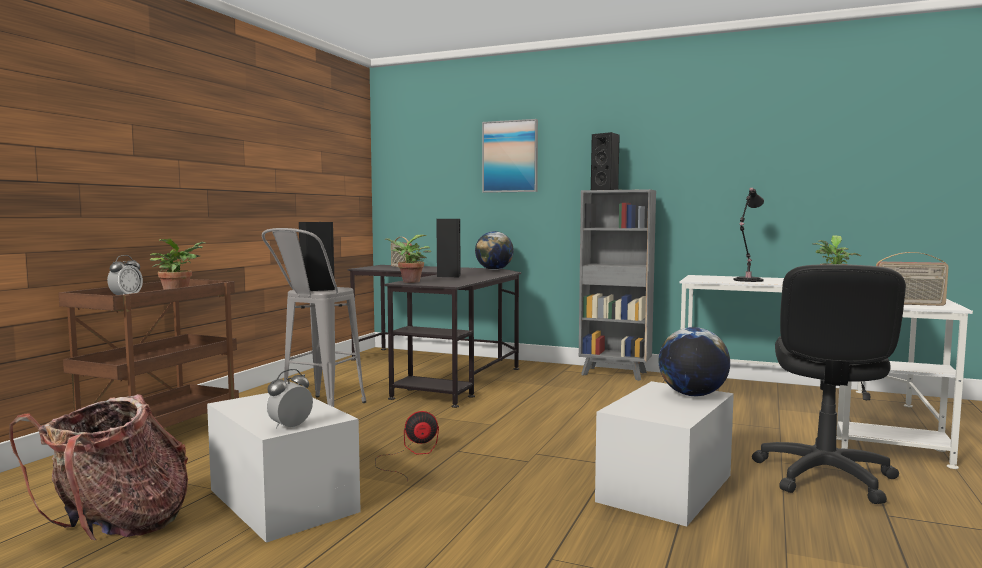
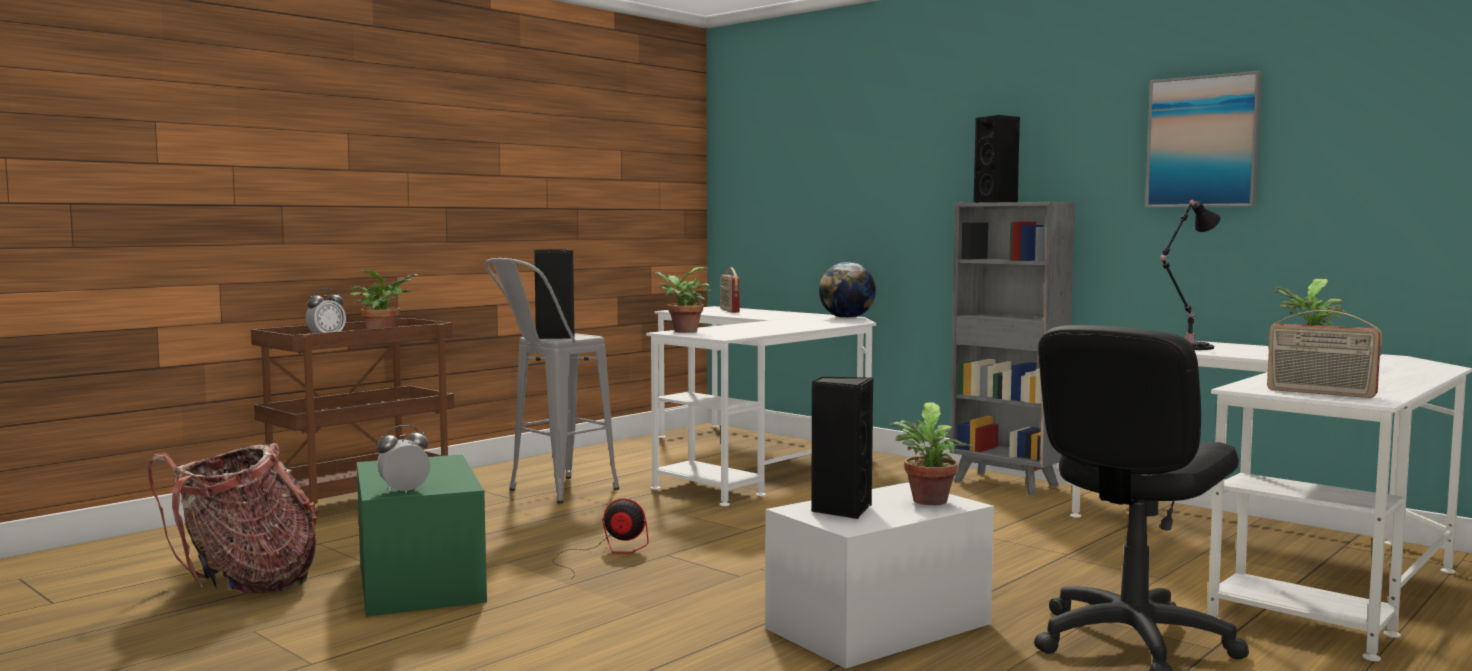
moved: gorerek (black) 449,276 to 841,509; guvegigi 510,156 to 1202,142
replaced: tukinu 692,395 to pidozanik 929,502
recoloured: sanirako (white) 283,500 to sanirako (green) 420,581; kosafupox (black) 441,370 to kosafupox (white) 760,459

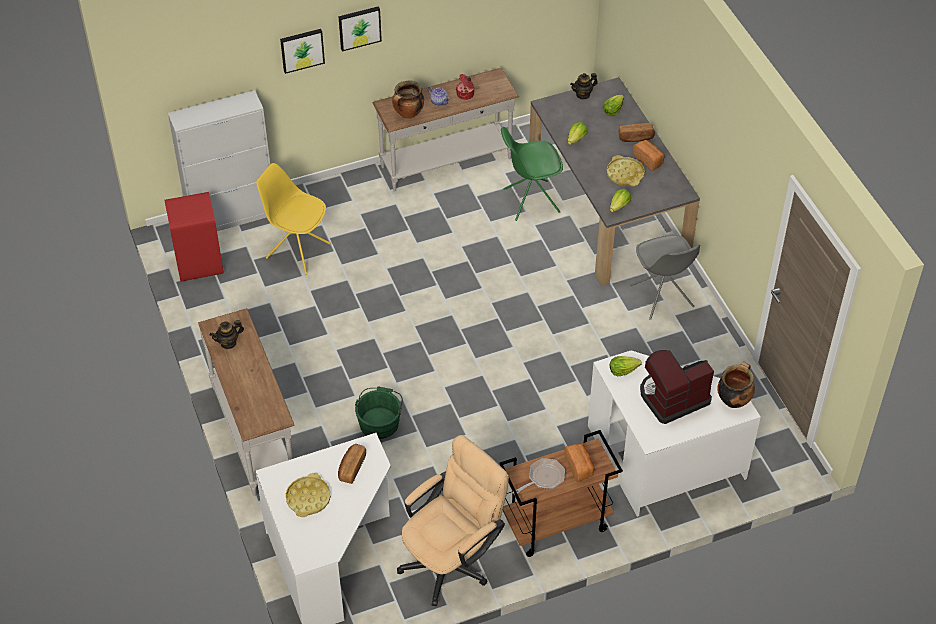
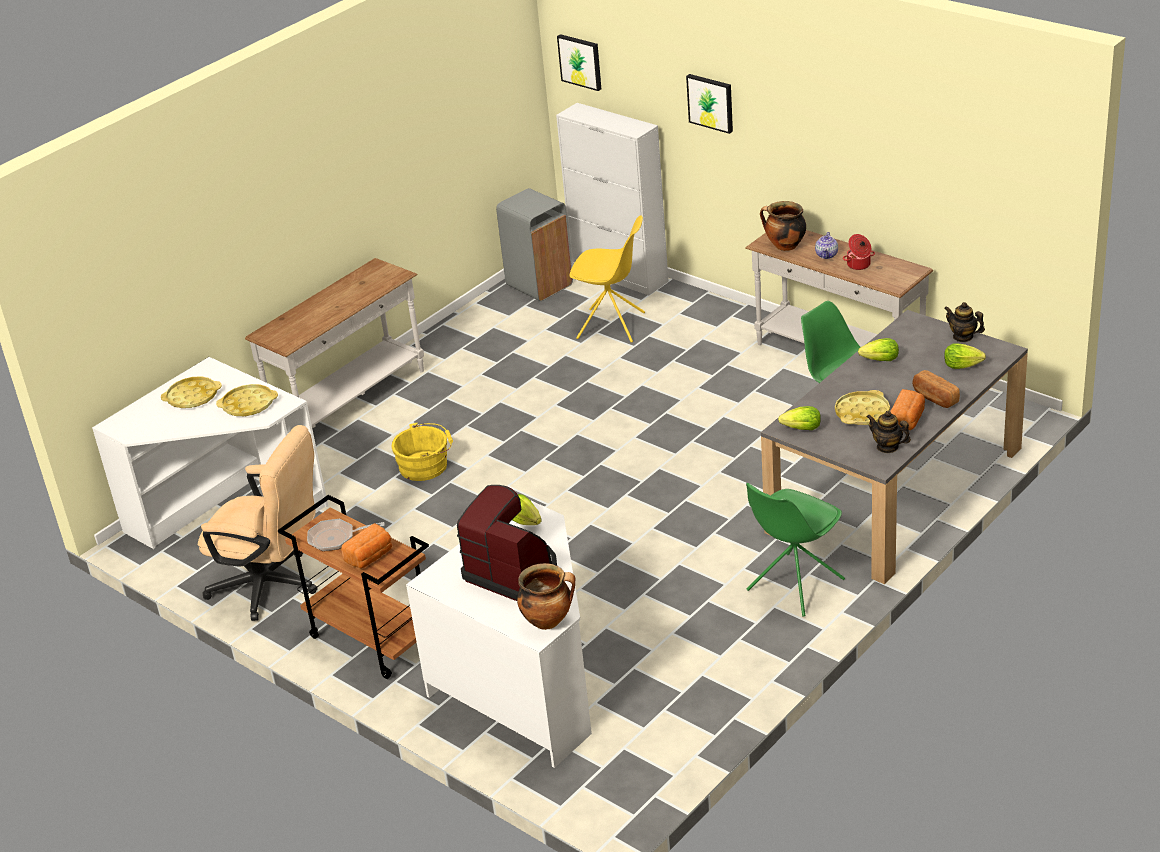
moved: guvegigi 359,27 to 580,61; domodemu 228,343 to 887,447
replaced: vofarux 351,468 to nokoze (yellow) 248,405
recoloured: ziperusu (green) 379,421 to ziperusu (yellow) 426,466; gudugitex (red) 199,264 to gudugitex (grey) 539,284; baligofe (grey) 662,297 to baligofe (green) 794,586
turned: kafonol 543,478 = 336,538 150 degrees clockwise; baligofe (yellow) 297,250 = 612,326 105 degrees clockwise

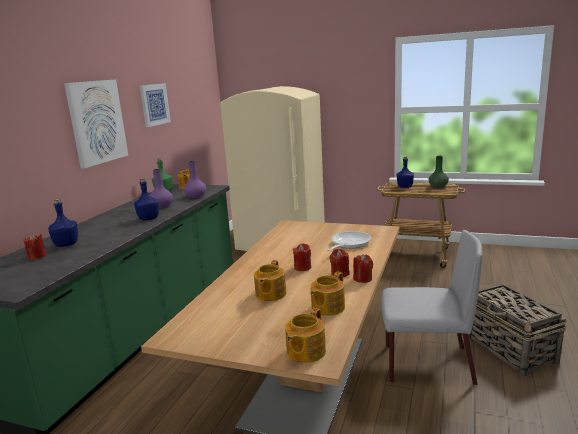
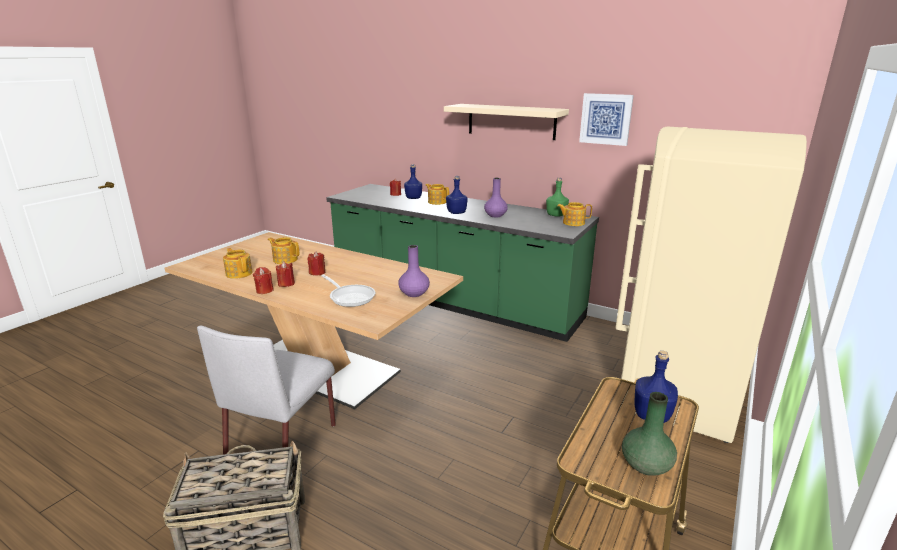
moved: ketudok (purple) 196,196 to 414,293; domodemu 305,352 to 437,202
replaced: guvegigi 97,122 to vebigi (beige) 511,121

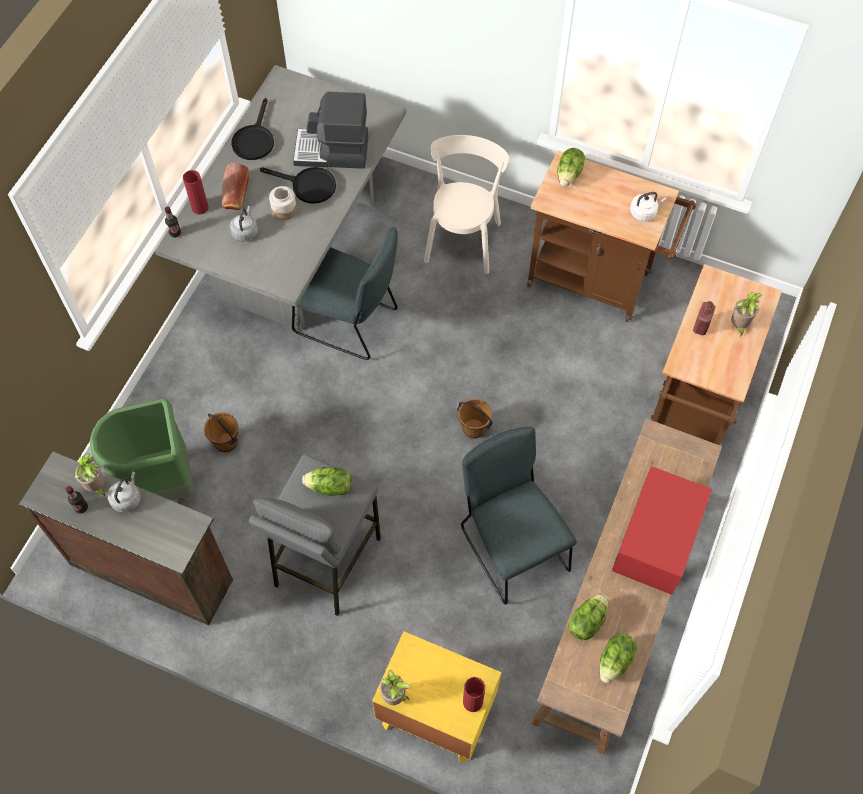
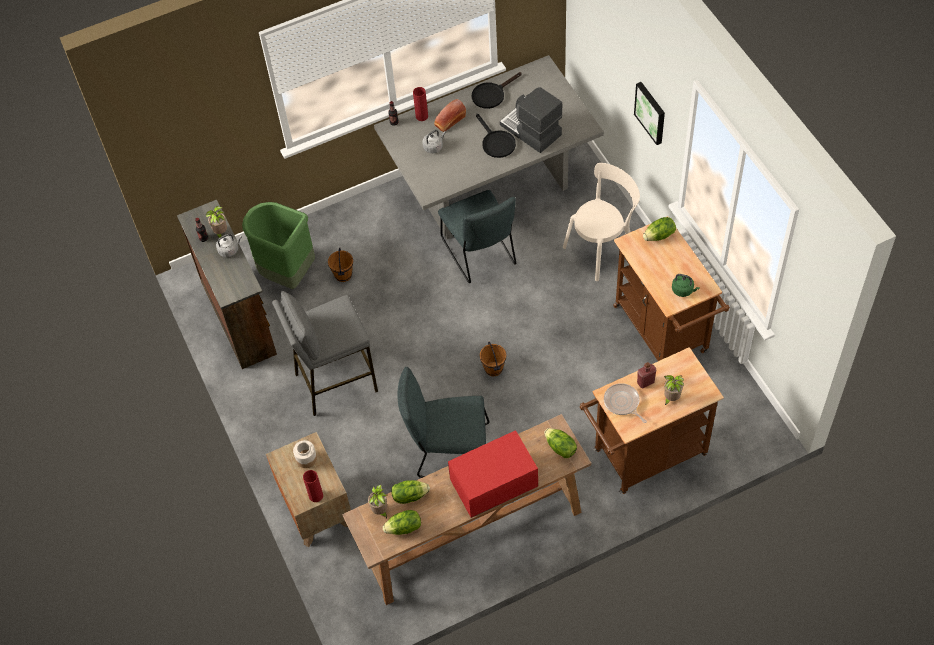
added: kafonol 622,403; guvegigi 651,112
moved: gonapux 284,210 to 306,458; pidozanik 395,697 to 380,511; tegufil 329,487 to 560,448
recoloured: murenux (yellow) 435,713 to murenux (brown) 316,508; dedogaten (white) 644,212 to dedogaten (green) 683,290
turned: baligofe (grey) 511,545 = 449,451 105 degrees counterclockwise

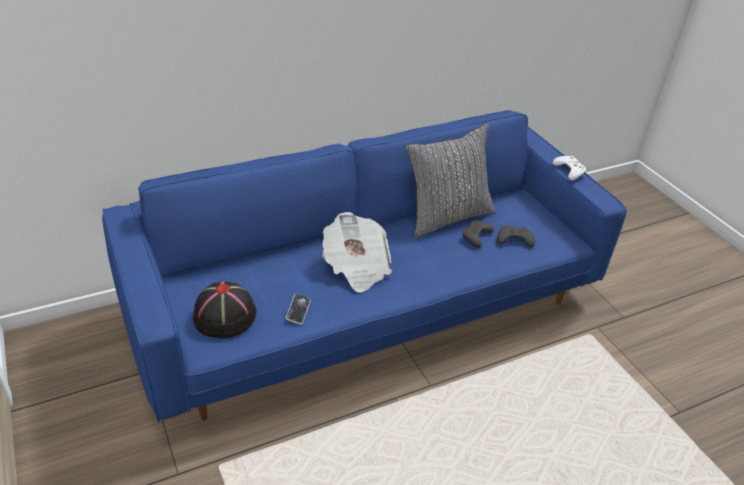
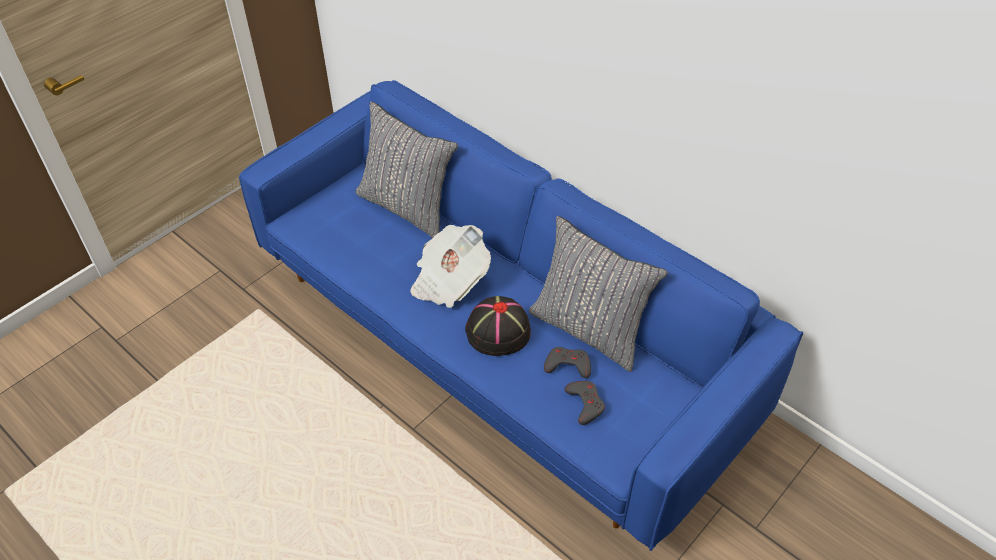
removed: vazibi 298,311; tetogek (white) 569,170
added: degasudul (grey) 407,207
moved: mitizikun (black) 224,316 to 497,331

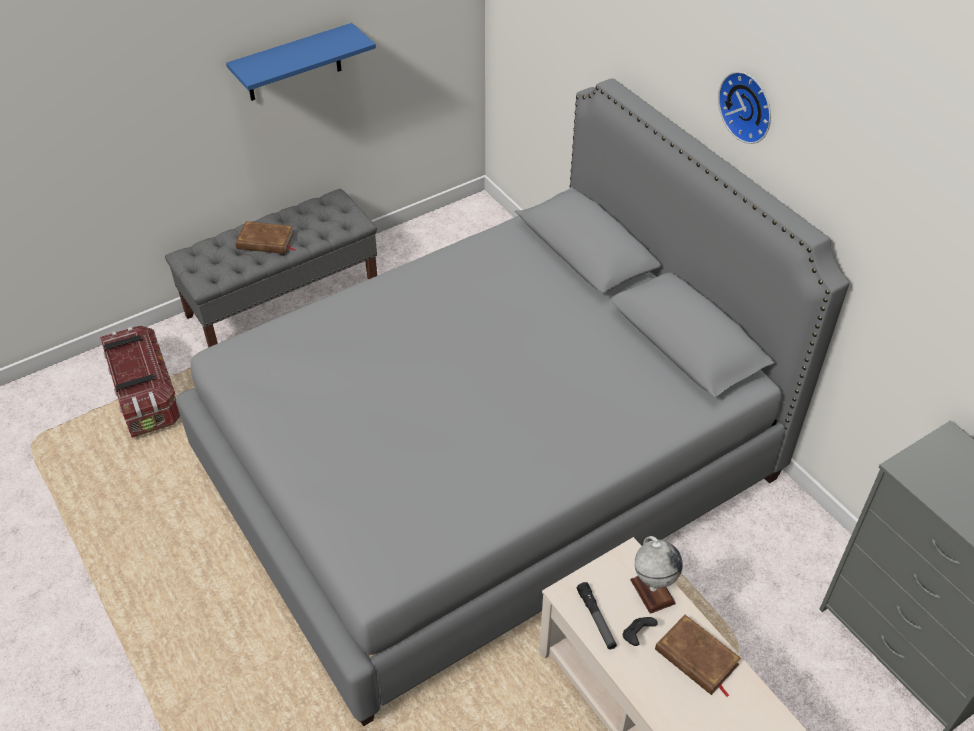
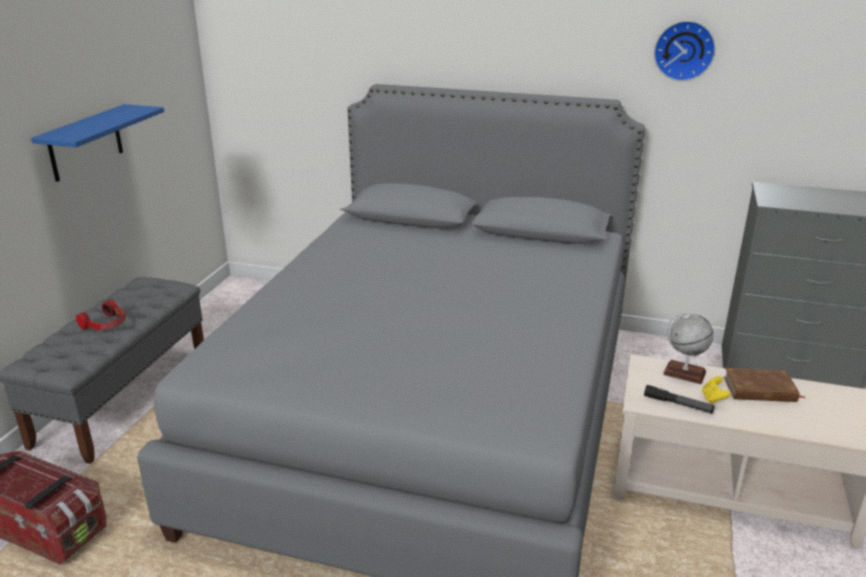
moved: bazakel 748,106 to 684,50
replaced: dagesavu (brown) 265,241 to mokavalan 106,325
recoloured: tetogek (black) 637,636 to tetogek (yellow) 713,399

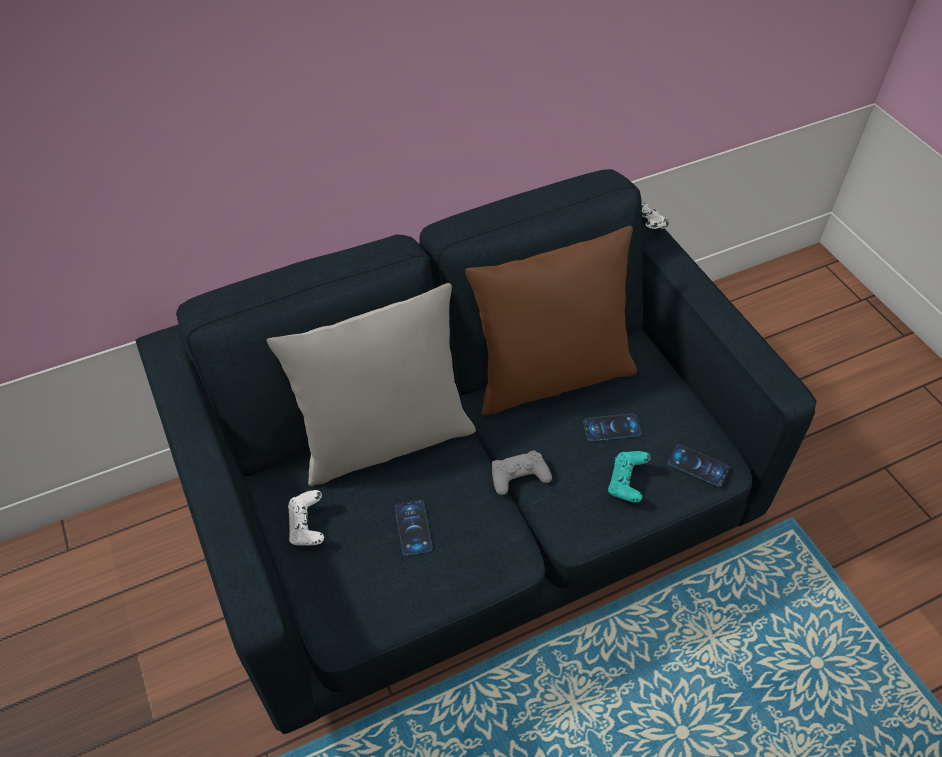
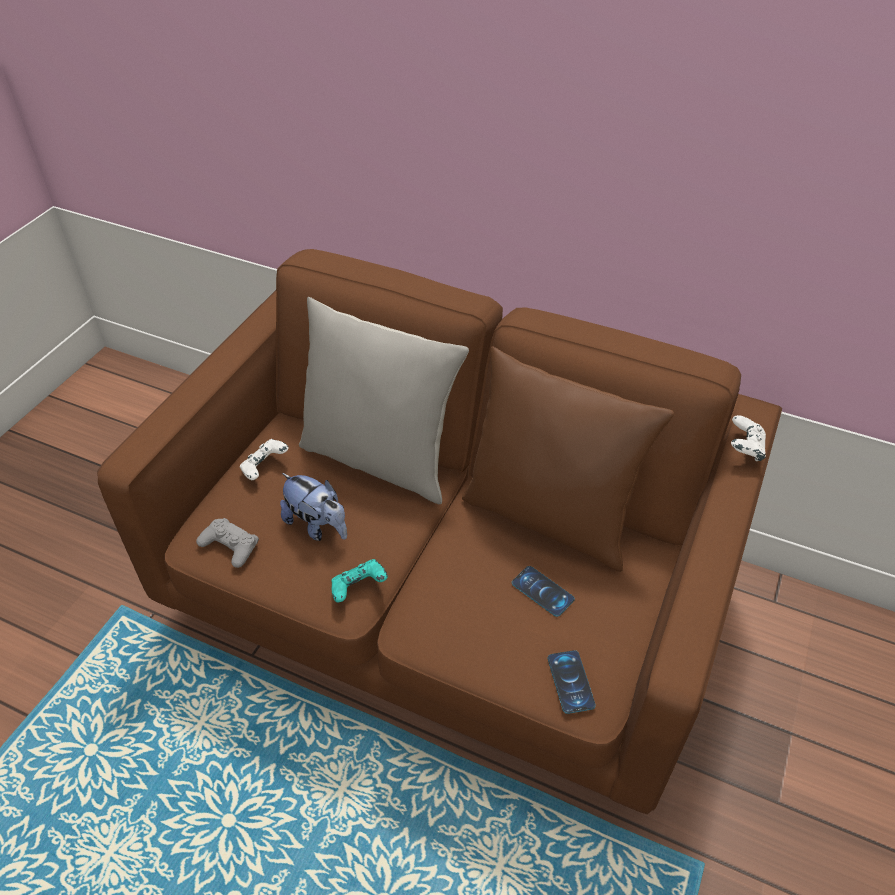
moved: tetogek (grey) 519,476 to 230,546; tetogek (turquoise) 627,483 to 359,589
replaced: vazibi 413,528 to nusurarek 317,525
recoloured: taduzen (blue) 470,513 to taduzen (brown) 448,598

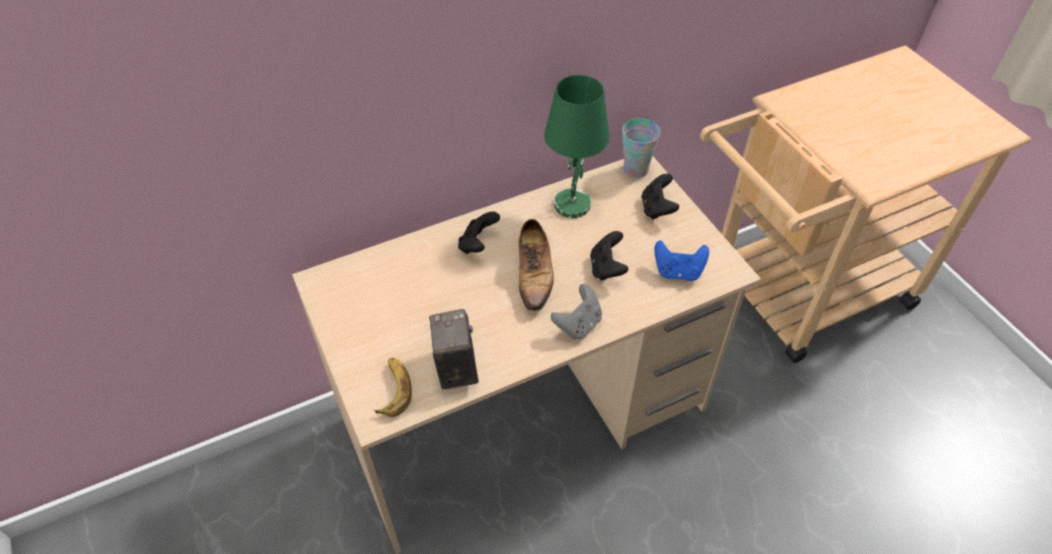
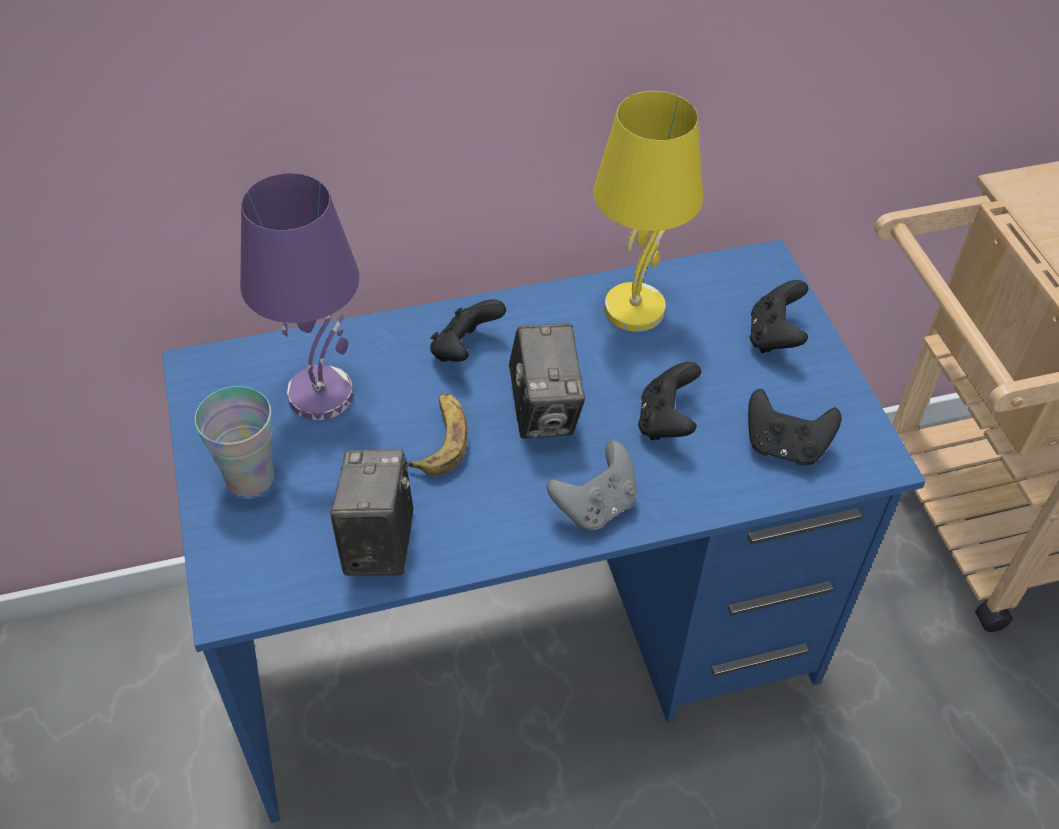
added: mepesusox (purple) 321,393
moved: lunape 635,170 to 250,477; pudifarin 394,389 to 441,439
replaced: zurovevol 534,273 to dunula 544,411
recoloured: kosafupox (beige) 525,415 to kosafupox (blue) 523,638; mepesusox (green) 572,204 to mepesusox (yellow) 634,308; tetogek (blue) 678,272 to tetogek (black) 784,446

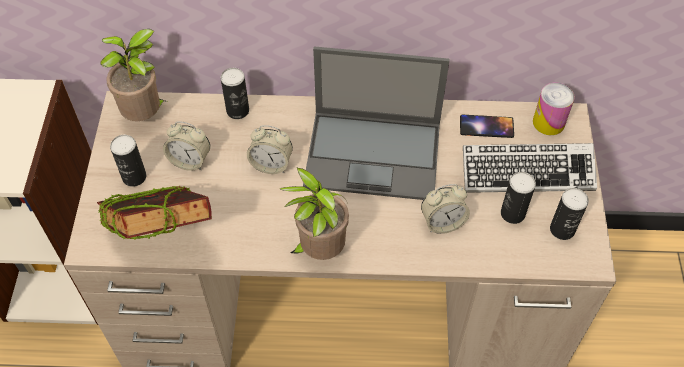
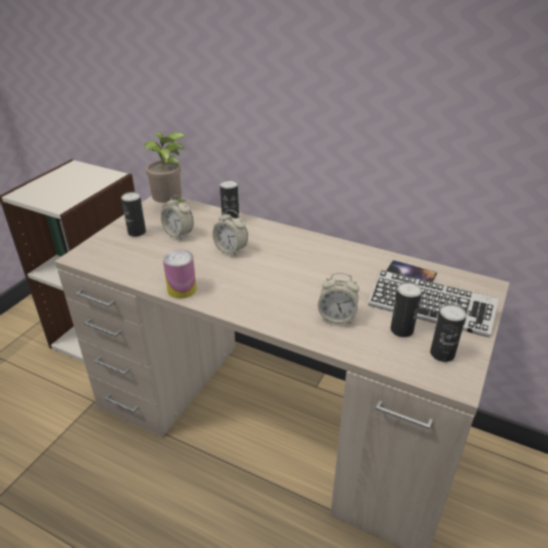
removed: dagesavu 162,239; pidozanik 319,250; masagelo 375,154
moved: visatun 548,122 to 182,289

